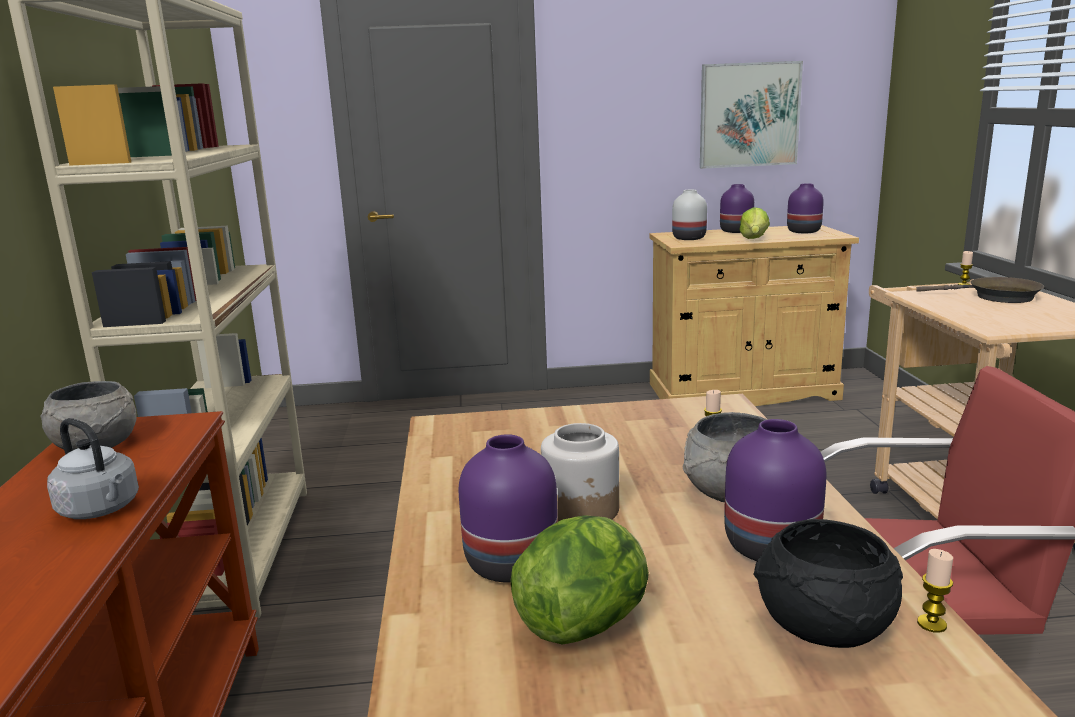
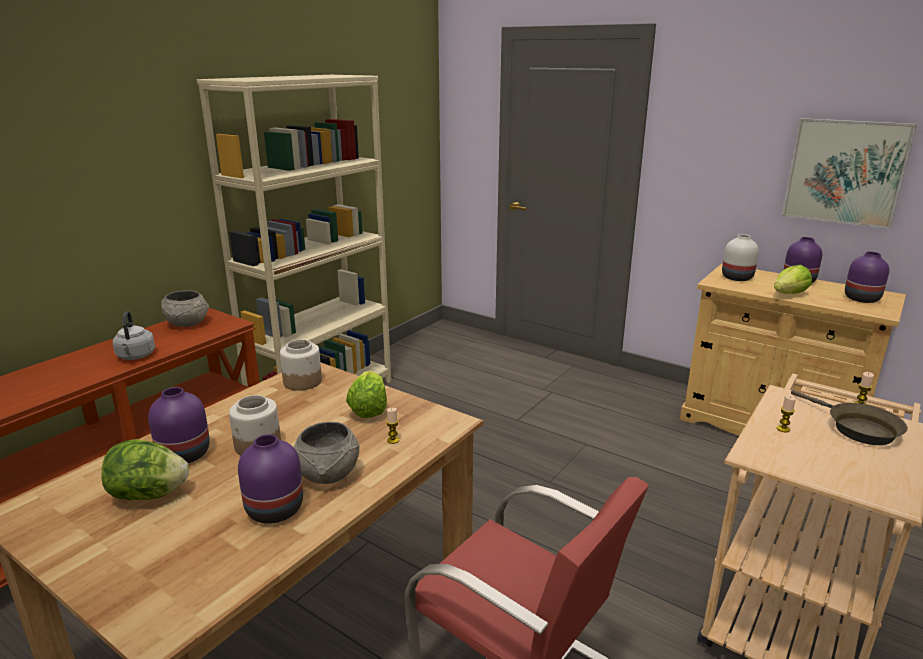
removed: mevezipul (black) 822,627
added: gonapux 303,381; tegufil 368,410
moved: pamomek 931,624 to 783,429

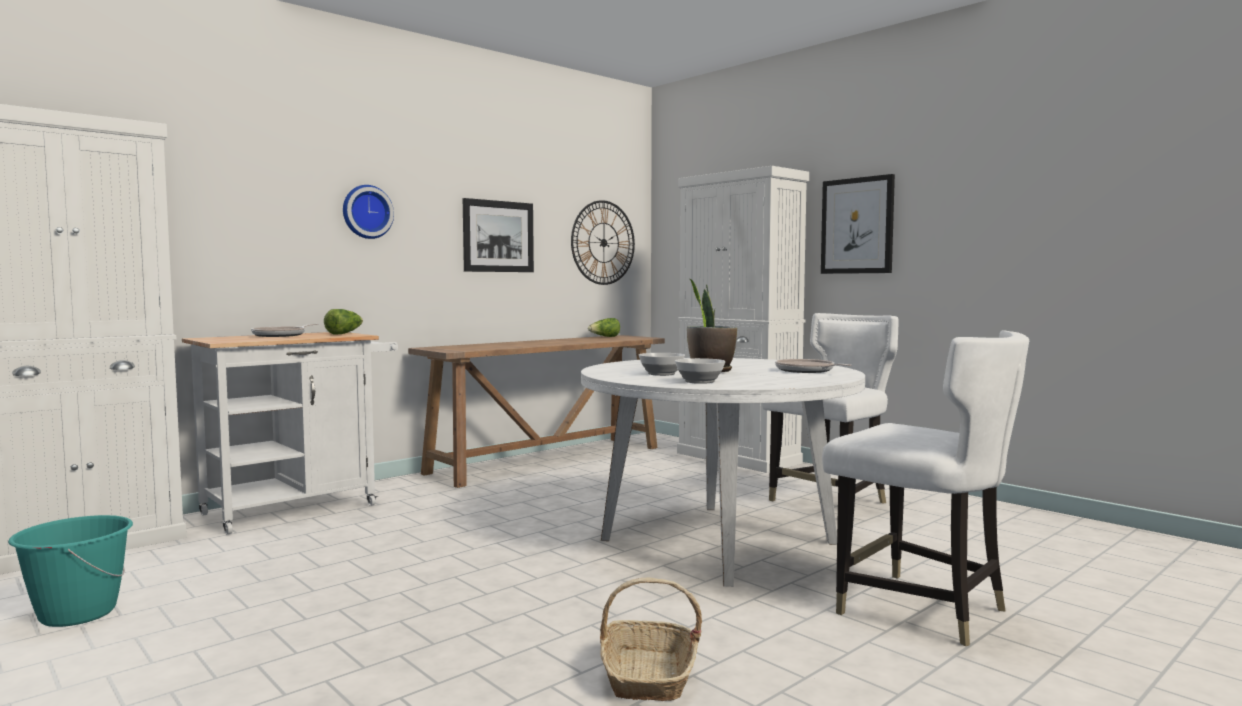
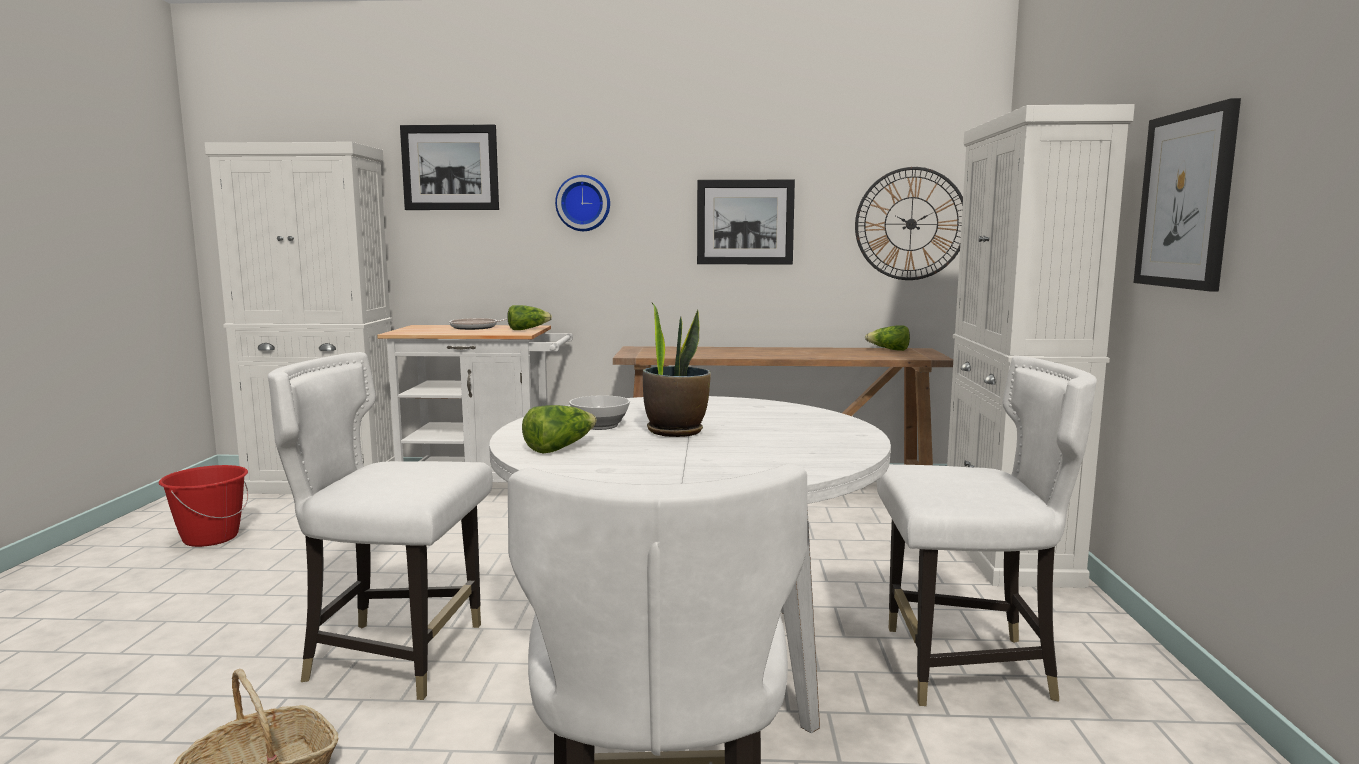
removed: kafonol 807,371
added: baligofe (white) 396,655; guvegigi 450,168
replaced: mevezipul 699,382 to tegufil 559,448
recoloured: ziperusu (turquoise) 77,614 to ziperusu (red) 210,538

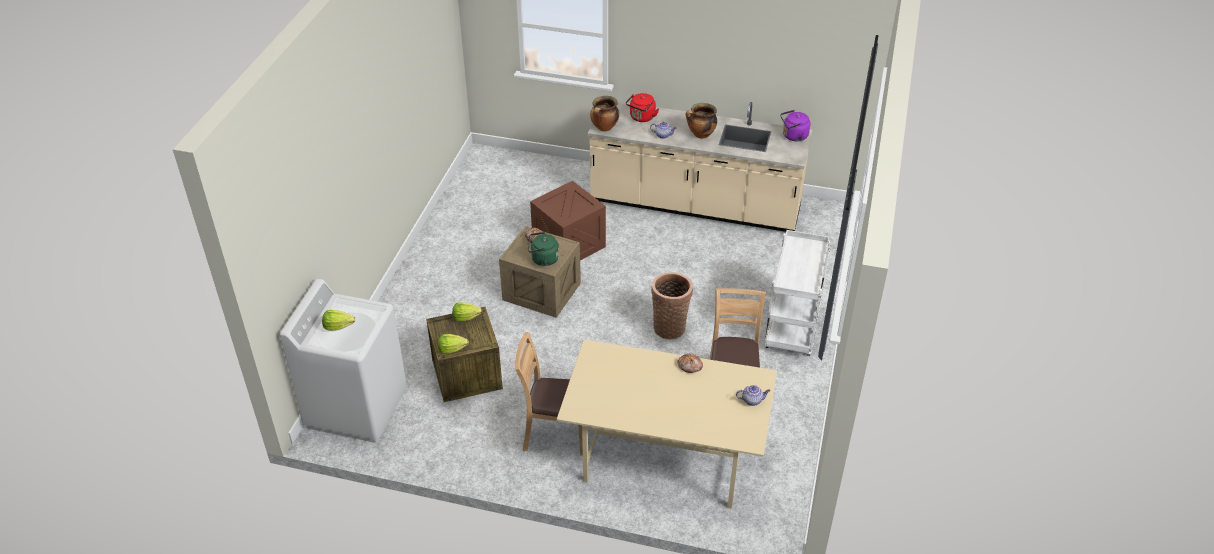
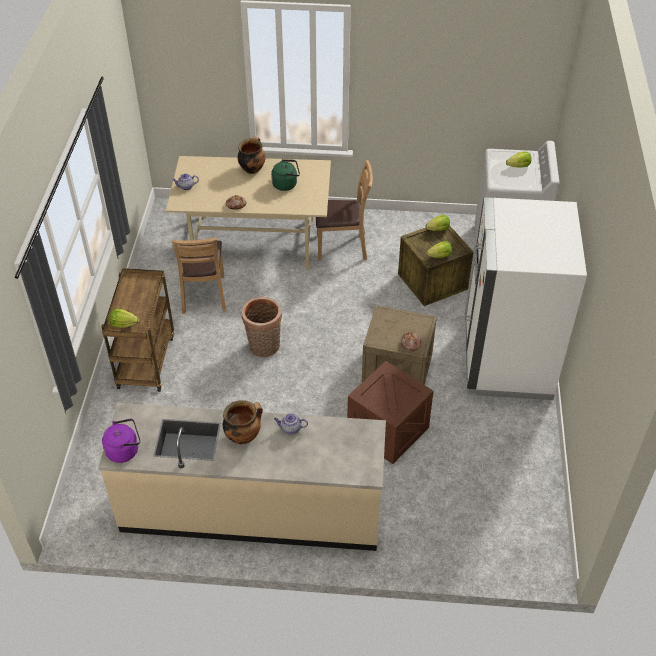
removed: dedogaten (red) 641,118
added: tegufil 124,324; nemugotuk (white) 507,360
moved: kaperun 604,128 to 252,169; dedogaten (green) 543,259 to 286,184
recoloured: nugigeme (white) 792,329 to nugigeme (brown) 145,360

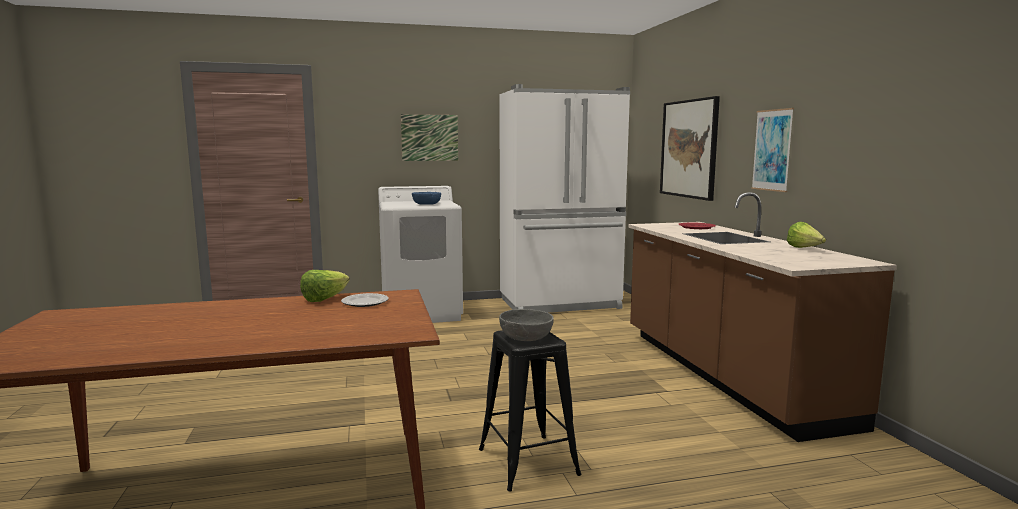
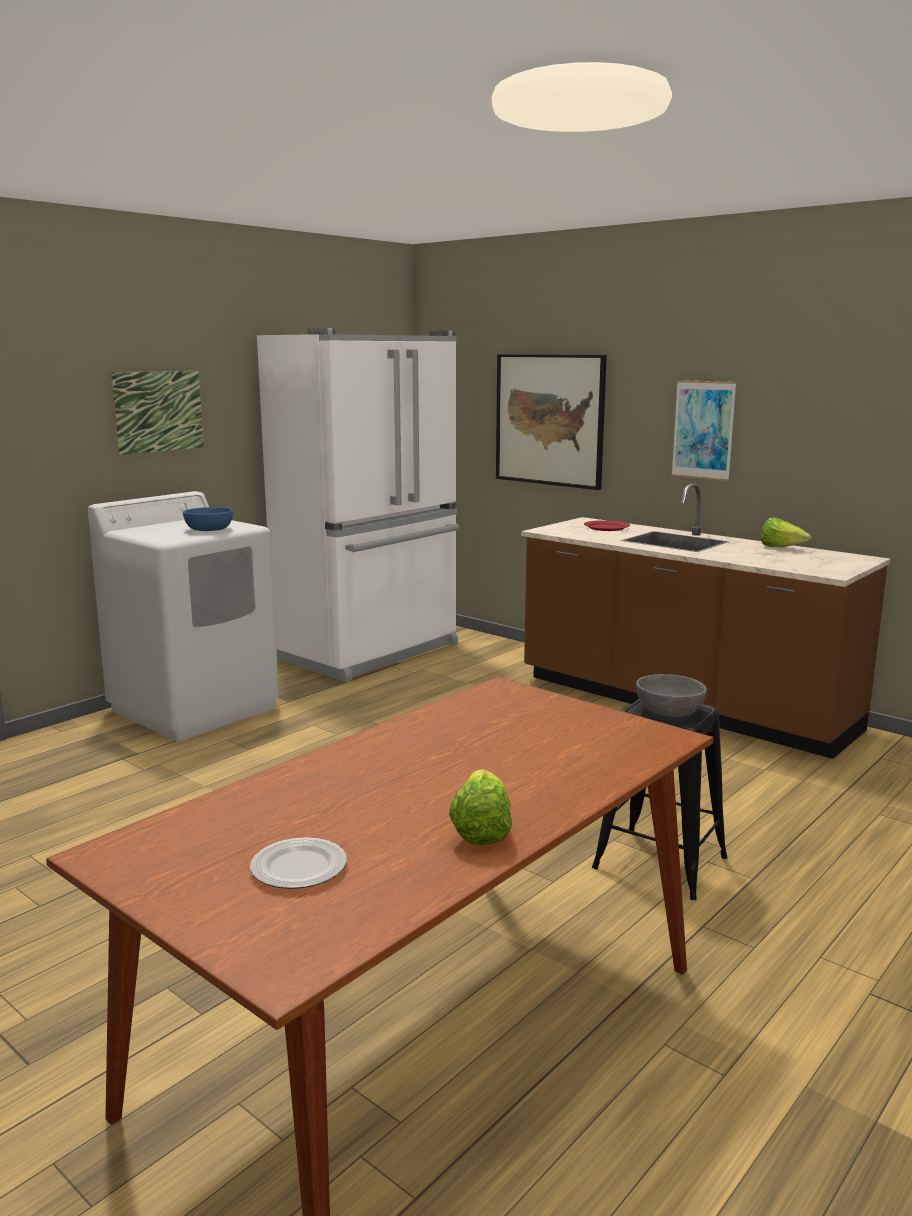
moved: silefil 364,302 to 299,869; tegufil 325,299 to 480,830

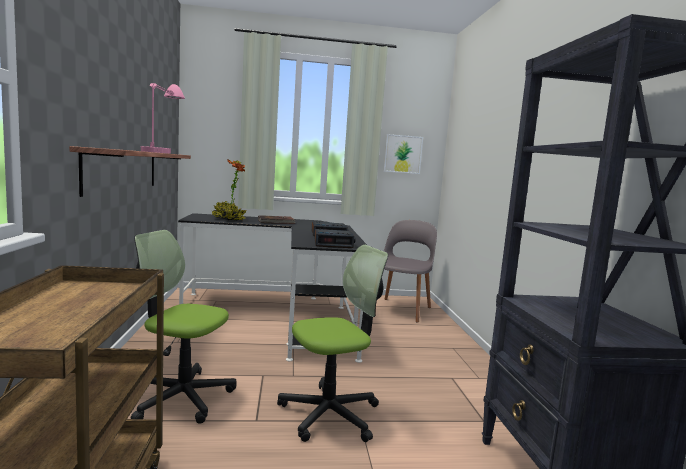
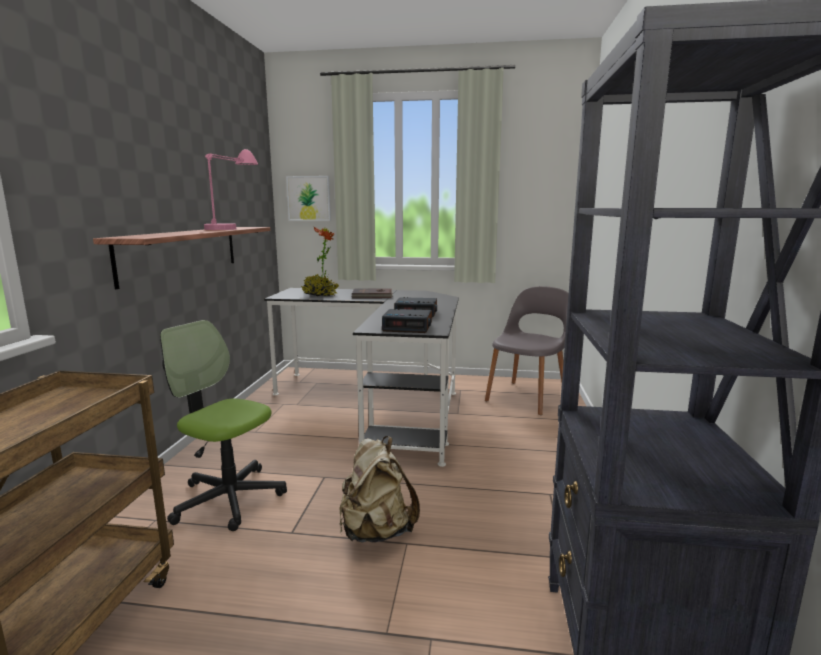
moved: guvegigi 403,154 to 309,198
replaced: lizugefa 330,414 to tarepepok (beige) 376,531

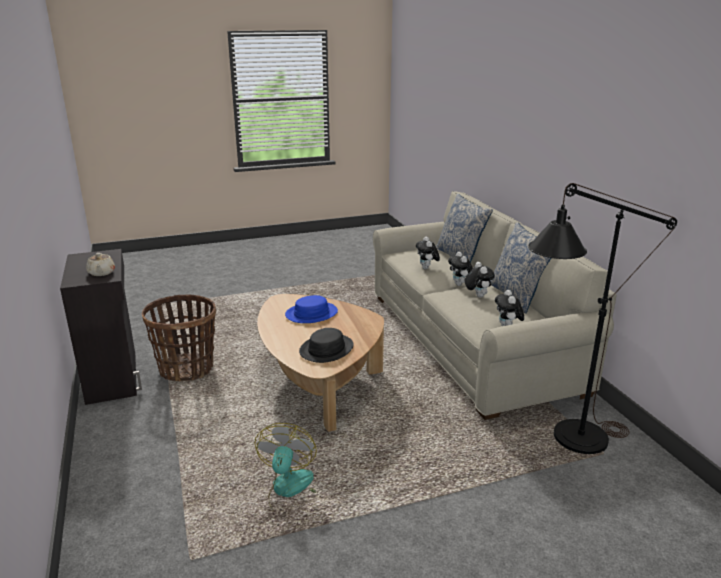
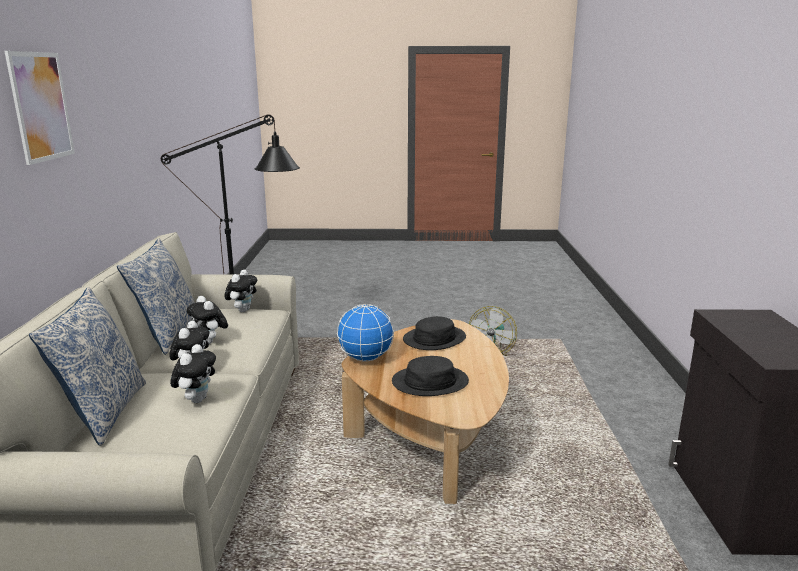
removed: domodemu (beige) 101,273; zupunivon 187,369
added: guvegigi 41,106; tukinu 365,358
recoloured: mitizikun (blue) 311,314 to mitizikun (black) 430,382
turned: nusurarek 477,296 = 210,342 45 degrees counterclockwise

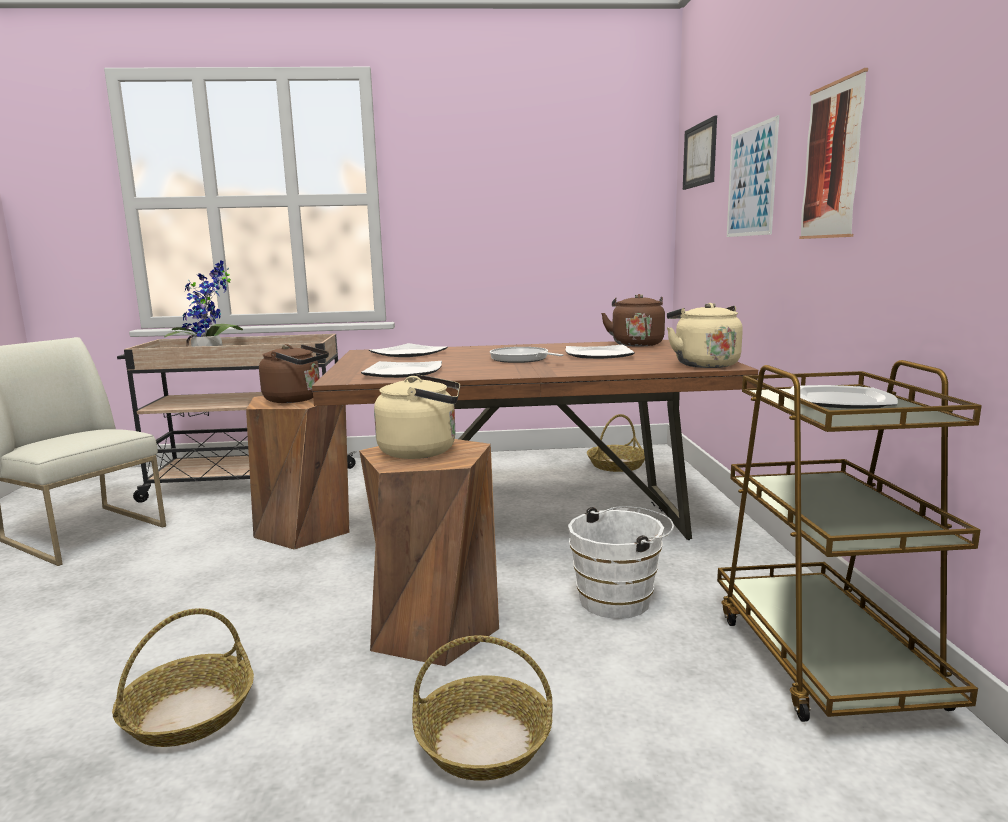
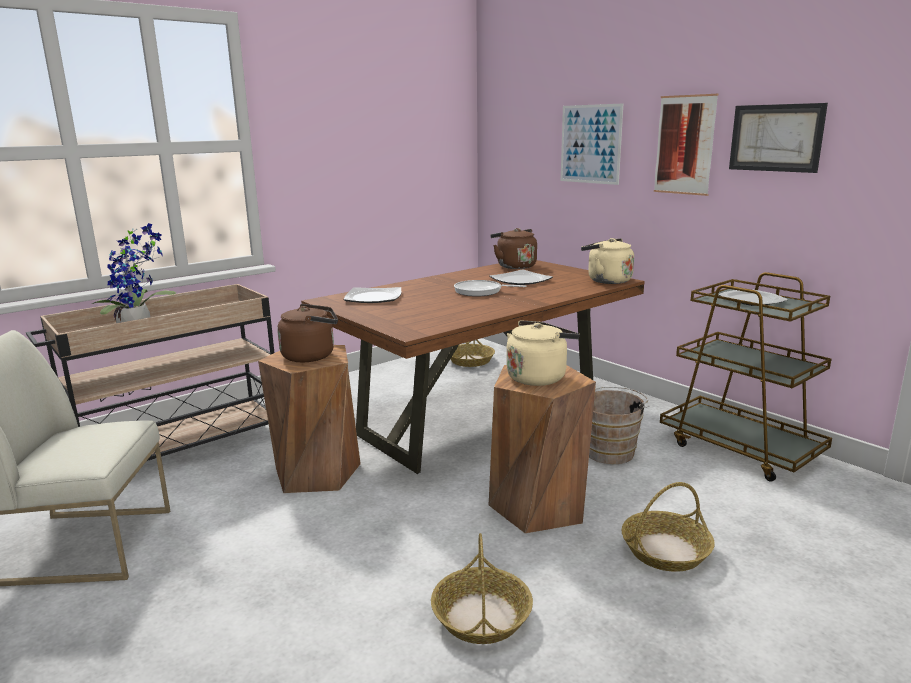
removed: silefil 402,372
moved: guvegigi 700,155 to 776,138
recoloured: ziperusu (white) 620,599 to ziperusu (brown) 611,451

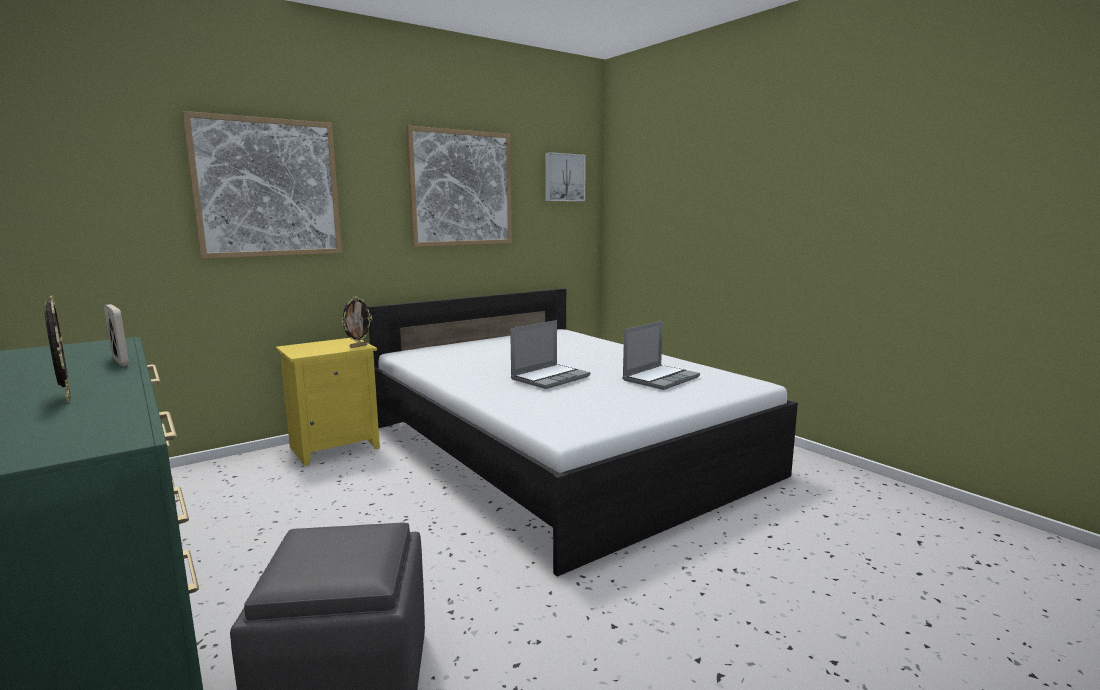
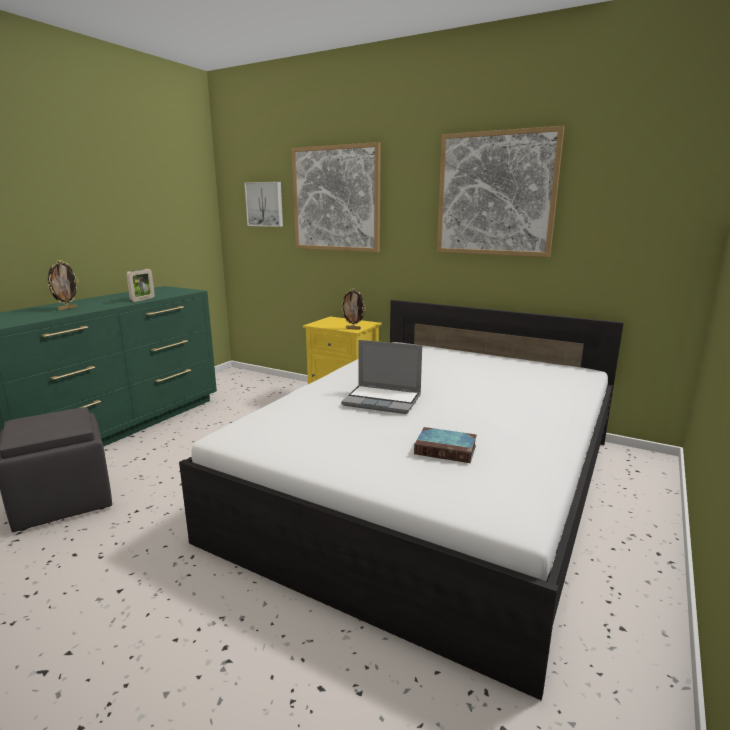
moved: guvegigi 564,177 to 265,204
replaced: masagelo 660,378 to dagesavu 447,449

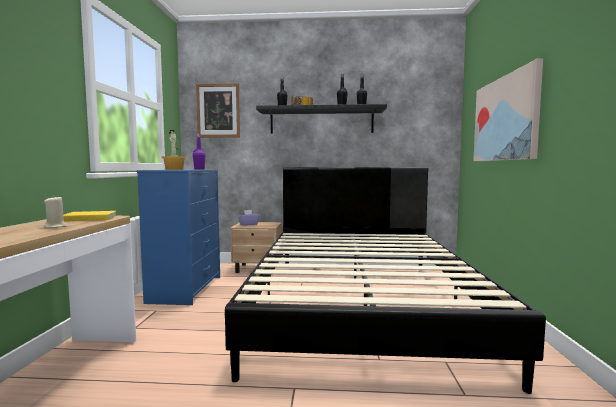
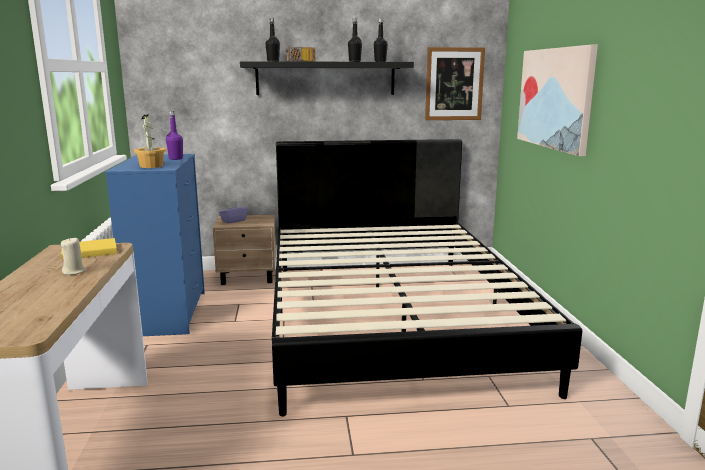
moved: guvegigi 218,110 to 454,84

